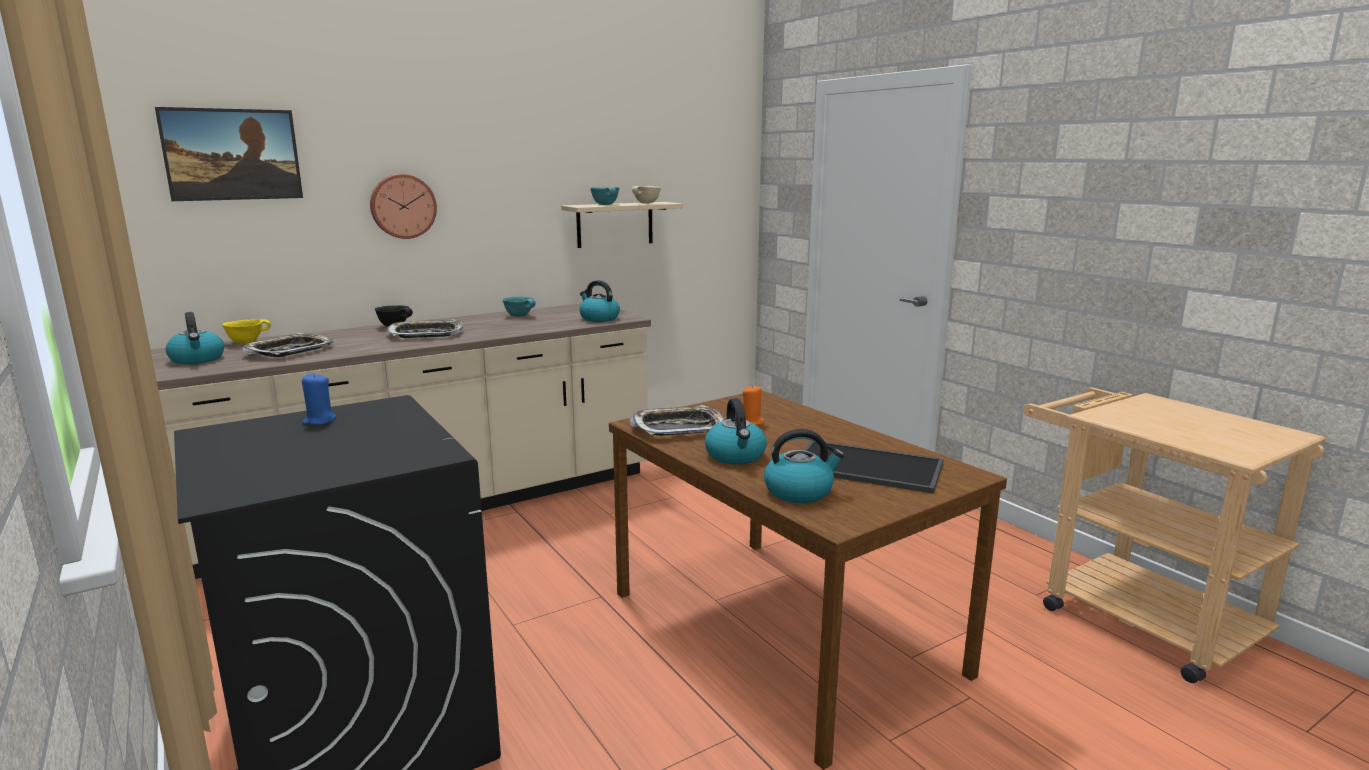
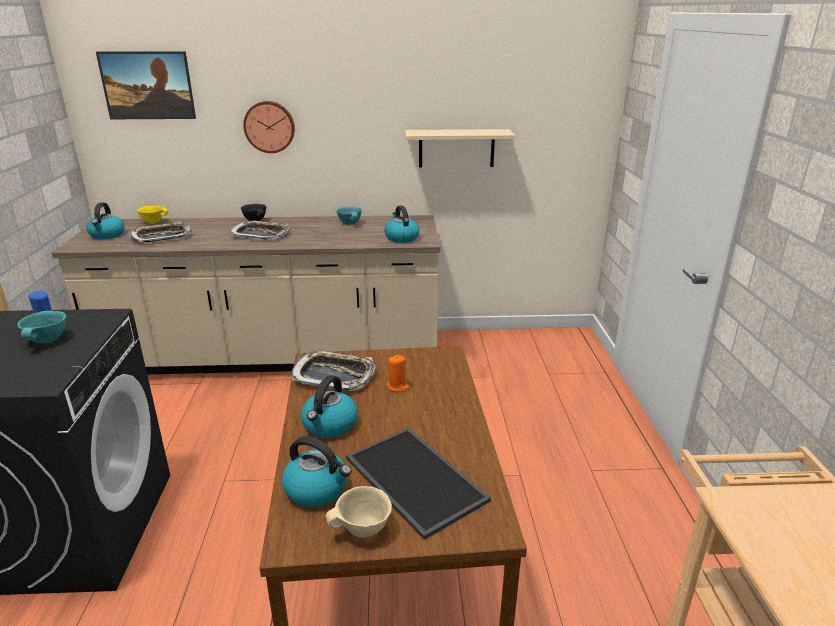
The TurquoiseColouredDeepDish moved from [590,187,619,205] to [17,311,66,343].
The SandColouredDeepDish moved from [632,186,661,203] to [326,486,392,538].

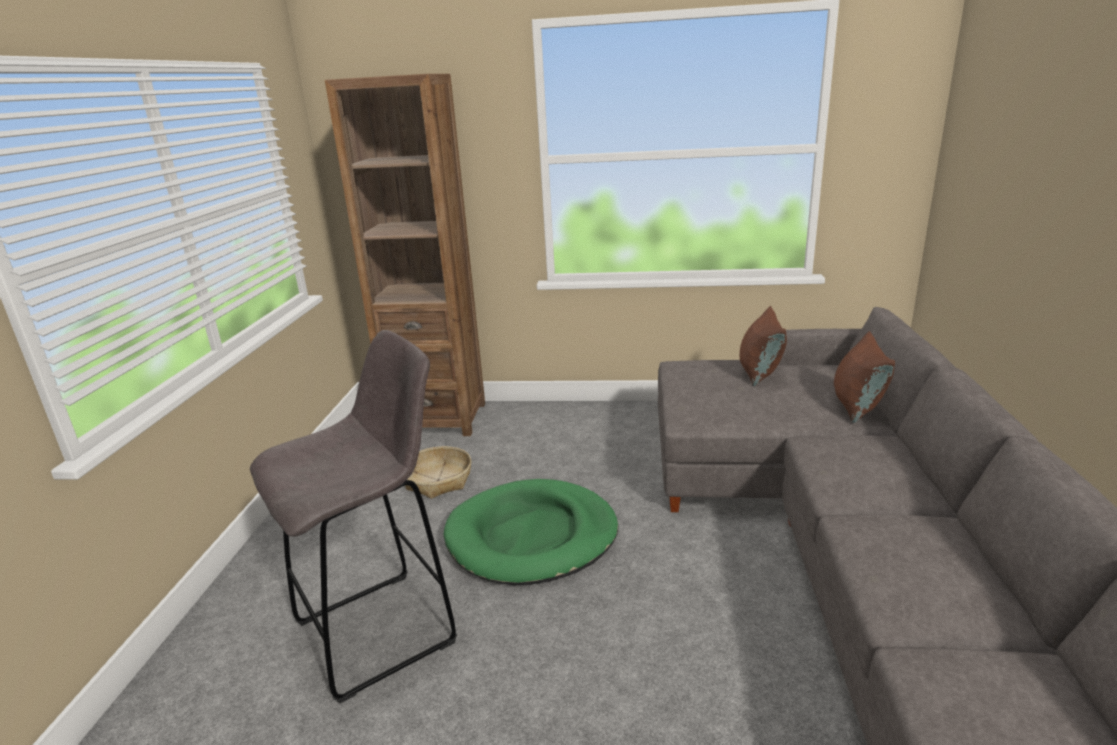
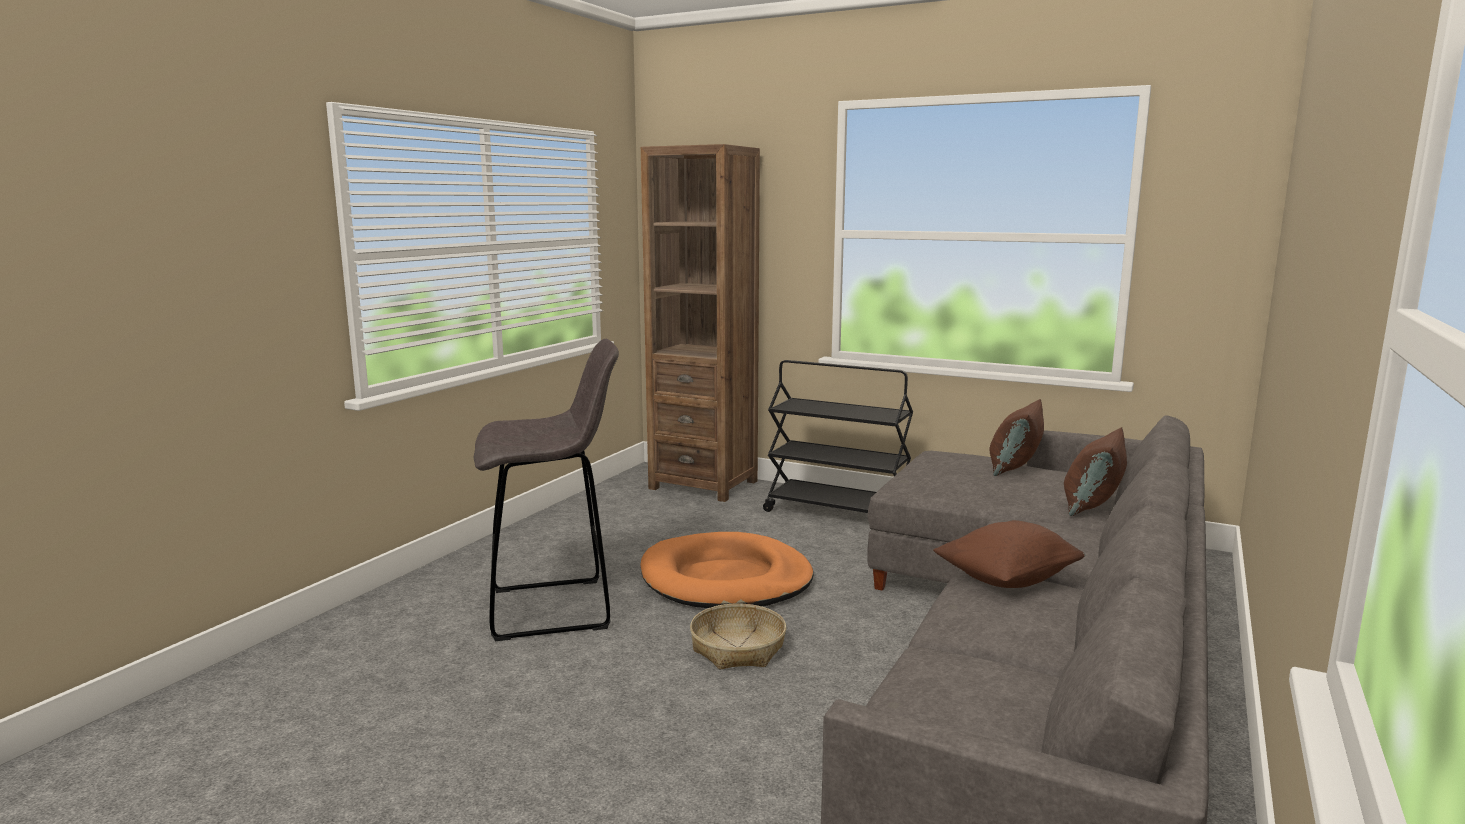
The GreenishDogBed at [443,479,618,585] became the OrangeDogBed at [640,532,814,608].
The Basket moved from [405,446,472,499] to [690,604,787,670].
The BlackCart at [763,360,913,513] appeared.
The BrownishCushion at [933,520,1085,588] appeared.

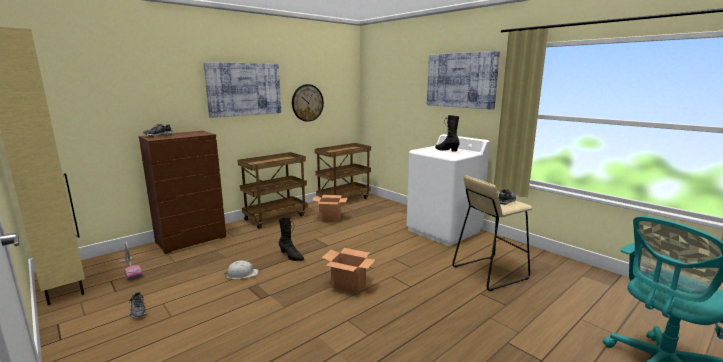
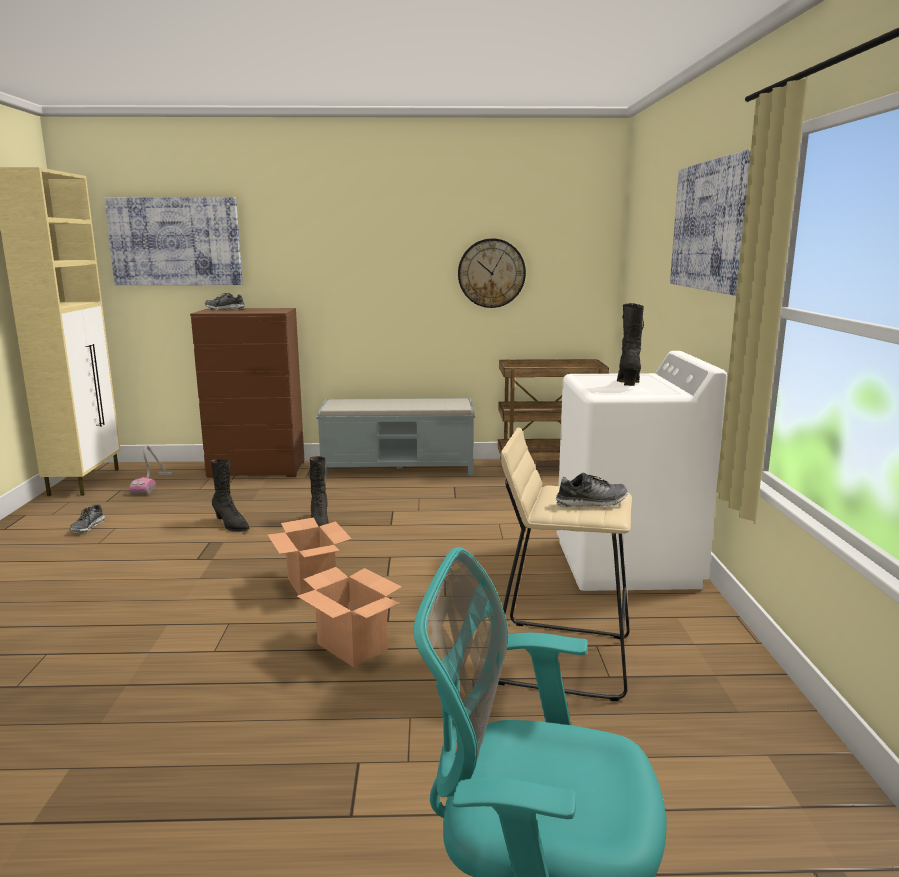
The WallArt moved from [203,62,281,118] to [104,197,243,285].
The WhiteColouredSafetyHelmet at [224,261,258,279] was replaced by the BlackTallBoot at [210,459,249,532].
The CardboardBox moved from [312,195,348,221] to [297,567,402,667].
The BrownishCart at [238,152,308,229] was replaced by the GreyishBench at [316,398,475,477].

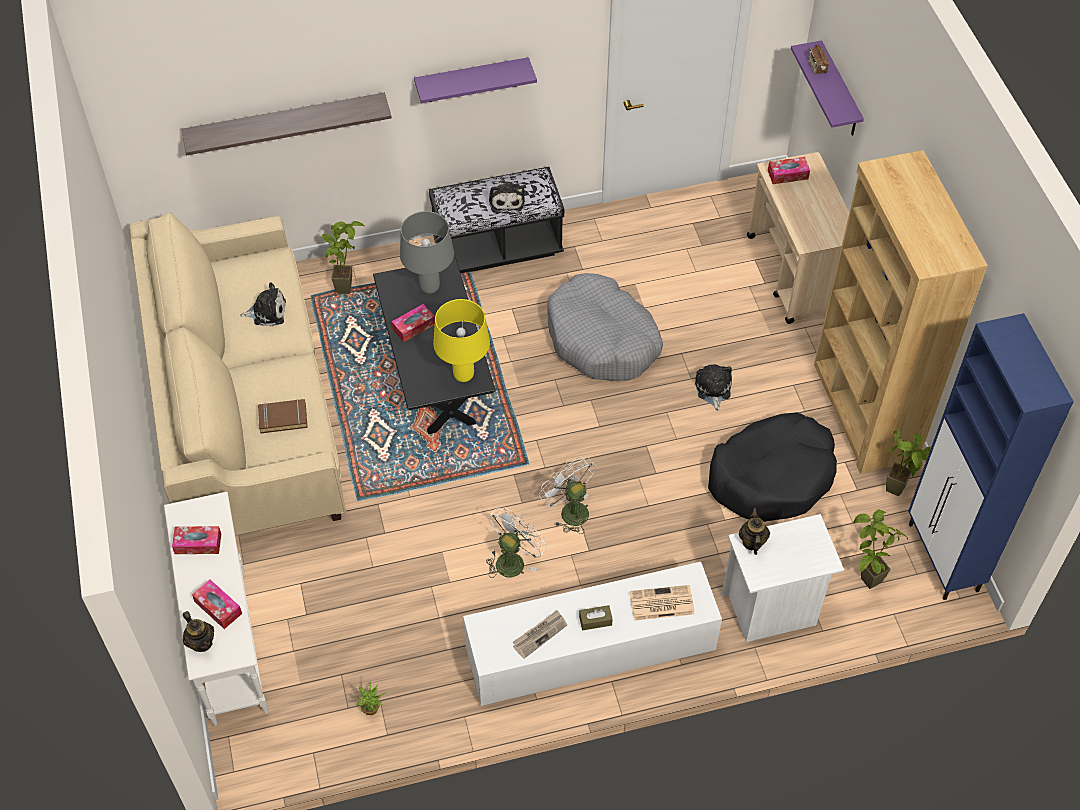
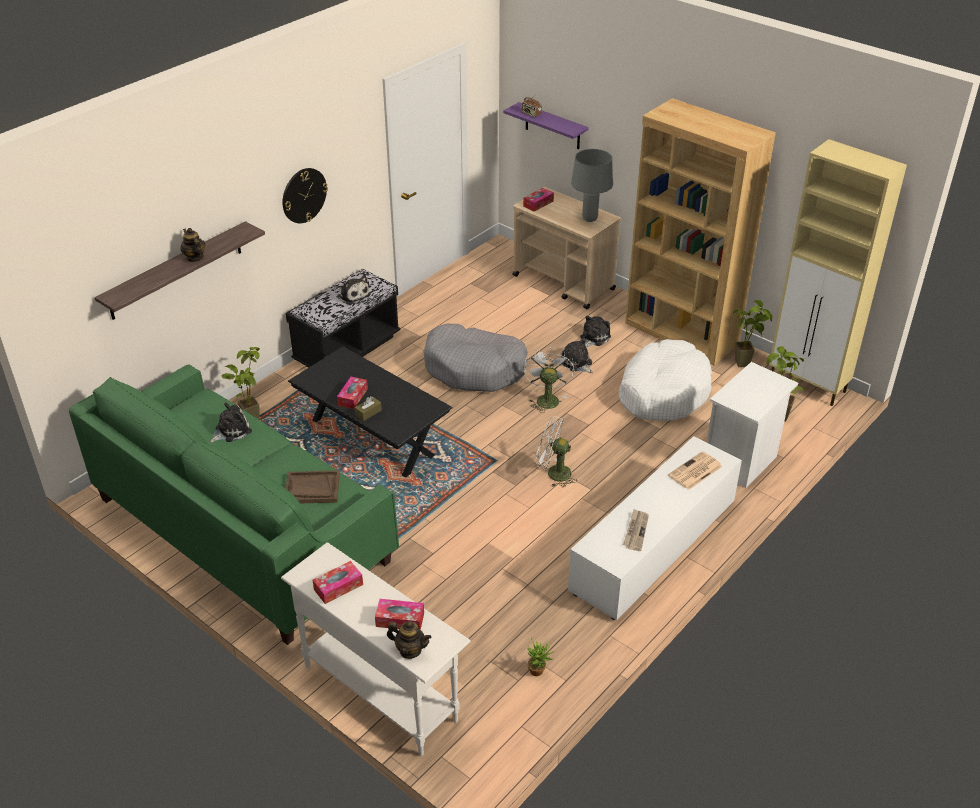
The SandColouredSofa at [129,212,346,535] became the GreenishSofa at [69,364,399,645].
The TeaPot moved from [739,508,770,555] to [180,228,205,262].
The PurpleWallShelf at [414,57,537,103] was replaced by the HangingClock at [283,168,328,223].
The BrownishBoundBook at [258,399,308,433] was replaced by the BrownishServingTray at [286,471,340,503].
The BrownishTissueBox moved from [579,605,613,630] to [355,396,382,421].
The WhiteColouredFan moved from [486,508,547,578] to [524,347,574,413].
The GreyishTabletopLamp moved from [400,211,454,294] to [571,149,613,222].
The SoftToy at [580,316,611,348] appeared.
The BlackDogBed at [708,412,837,522] became the WhiteColouredDogBed at [619,339,712,421].
The BluishStorageCabinet at [908,313,1074,600] became the SandColouredStorageCabinet at [769,139,907,406].
The YellowTabletopLamp at [433,299,490,382] disappeared.

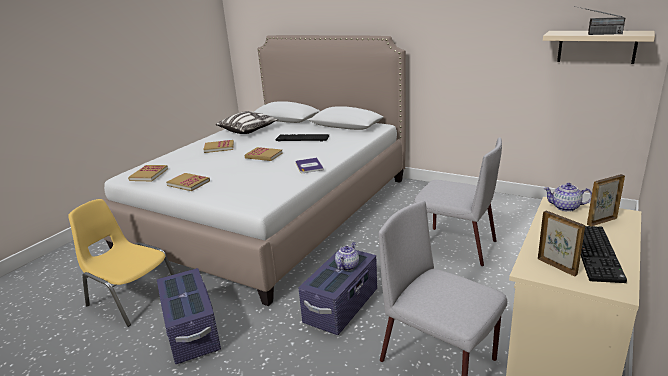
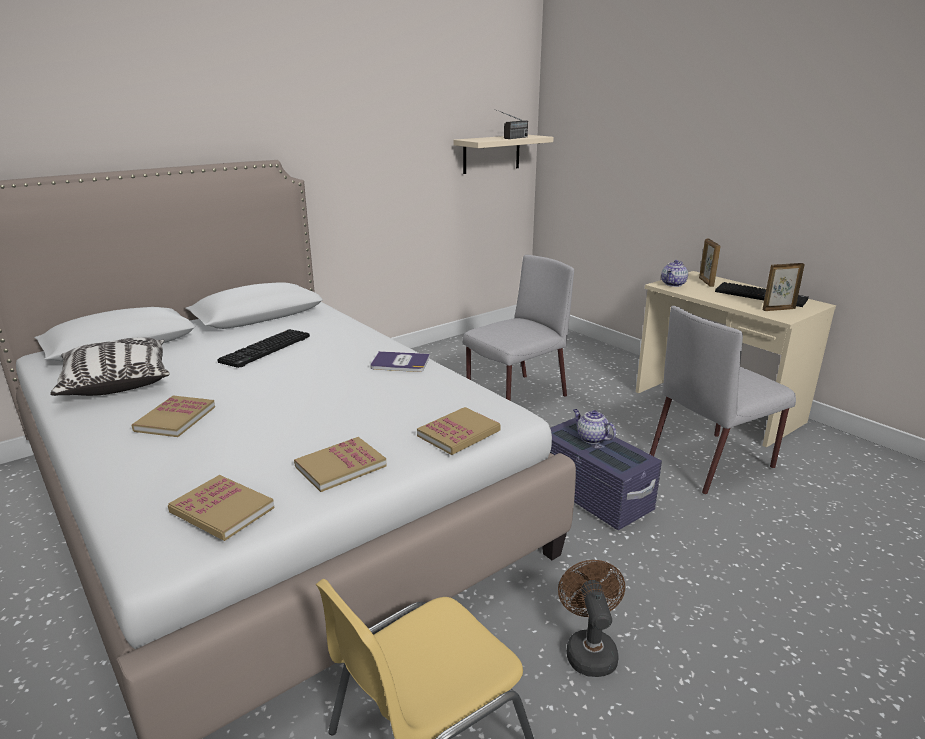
The BoundBook moved from [245,147,283,161] to [417,407,501,455].
The PurpleStorageContainer at [157,268,221,364] was replaced by the BrownishFan at [558,560,625,677].

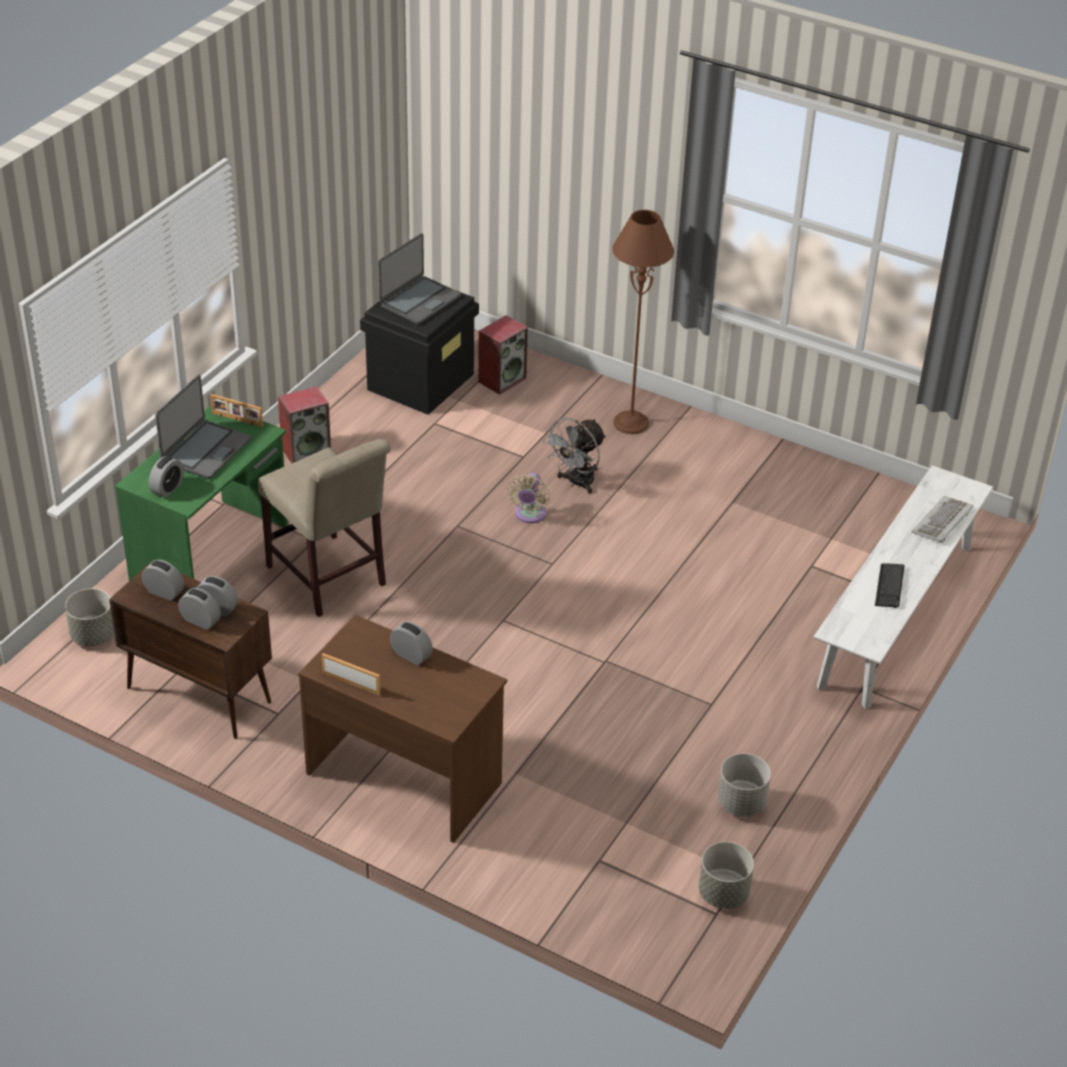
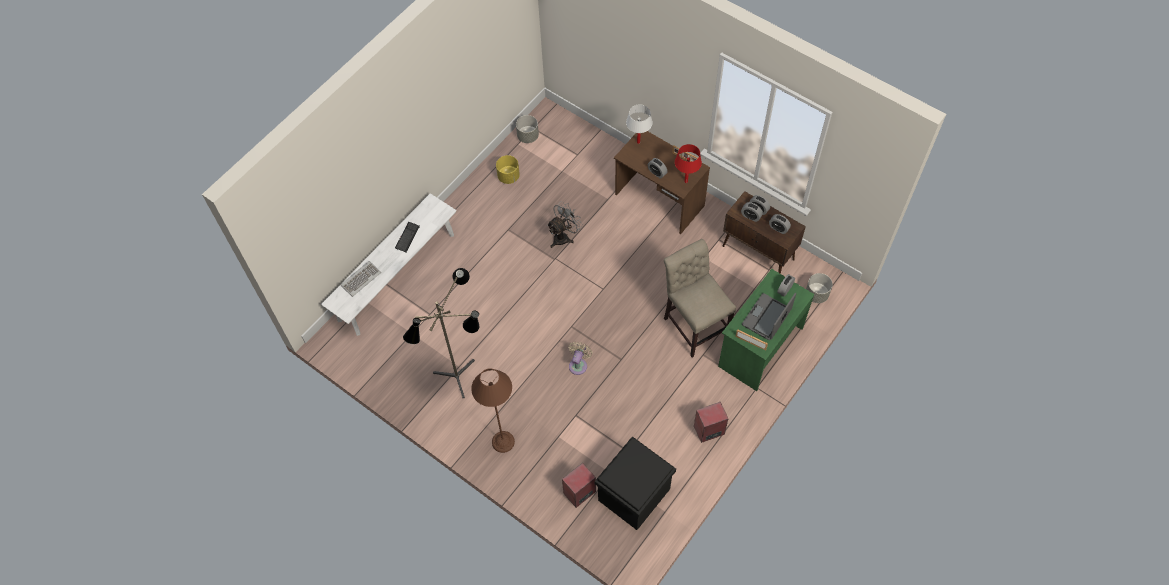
The StandardLamp at [403,268,479,398] appeared.
The GreyishPlanter at [718,753,771,817] became the YellowPlanter at [496,155,520,184].
The GreyishFan moved from [542,418,606,494] to [547,201,583,248].
The WhiteColouredTabletopLamp at [626,104,653,144] appeared.
The RedColouredTabletopLamp at [675,144,702,183] appeared.
The Laptop at [378,233,461,325] disappeared.

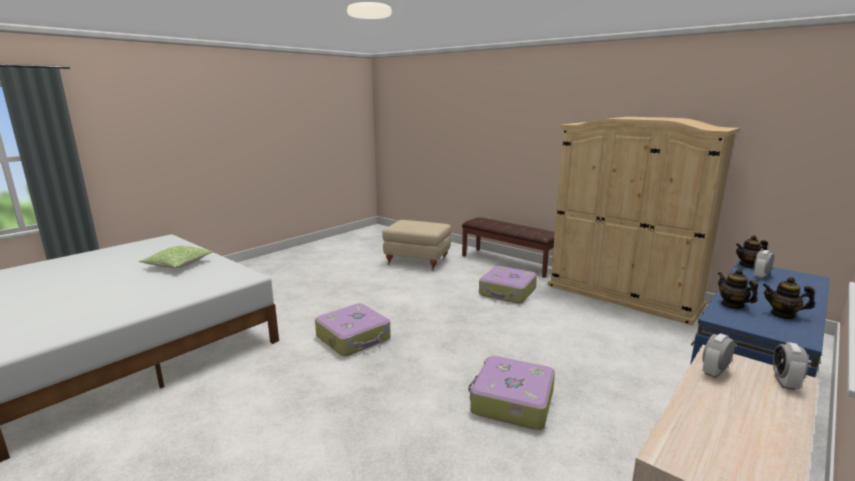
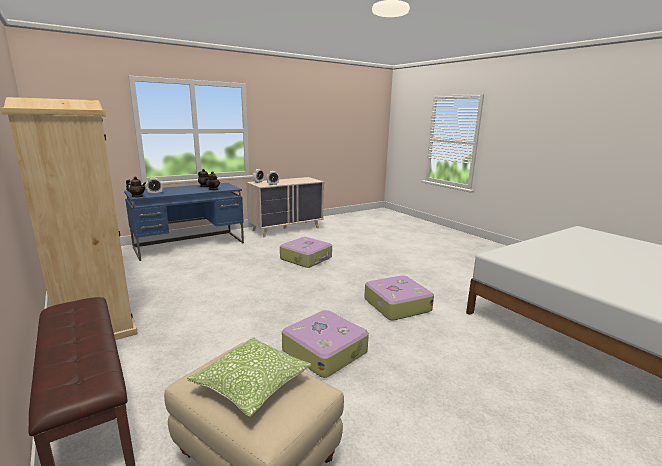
The Cushion moved from [139,246,213,268] to [187,337,311,417].
The PieceOfLuggage moved from [479,266,537,304] to [282,310,369,378].

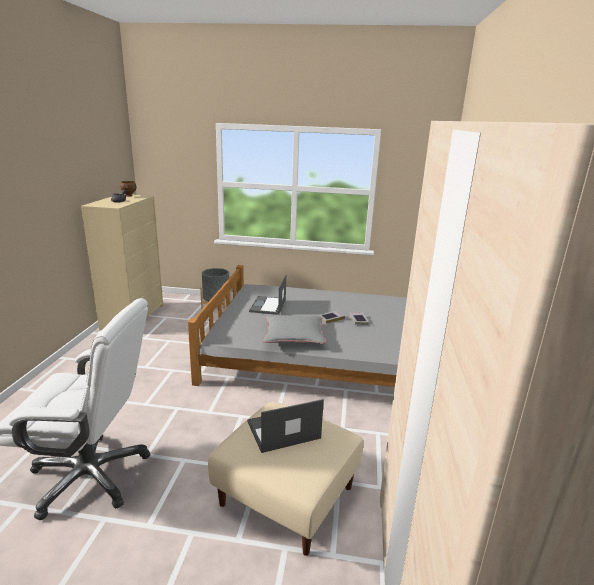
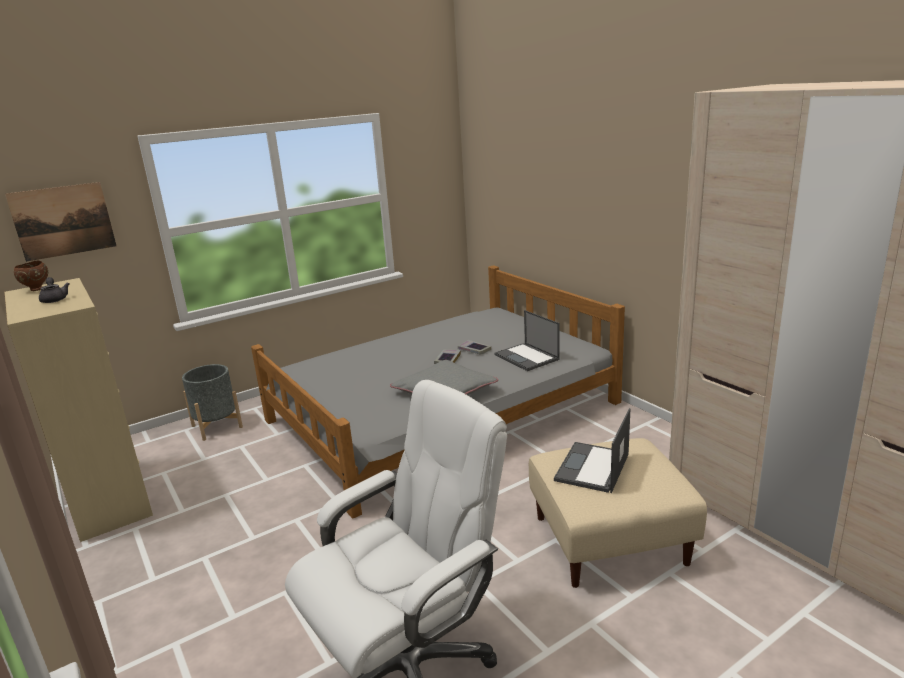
The WallArt at [5,182,116,262] appeared.
The Laptop moved from [249,275,286,315] to [495,310,560,371].

